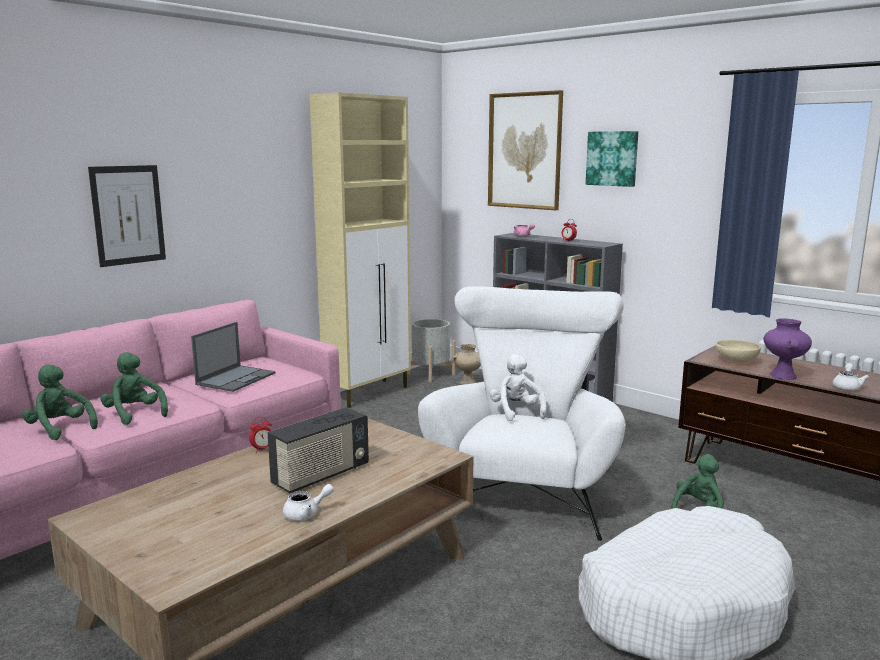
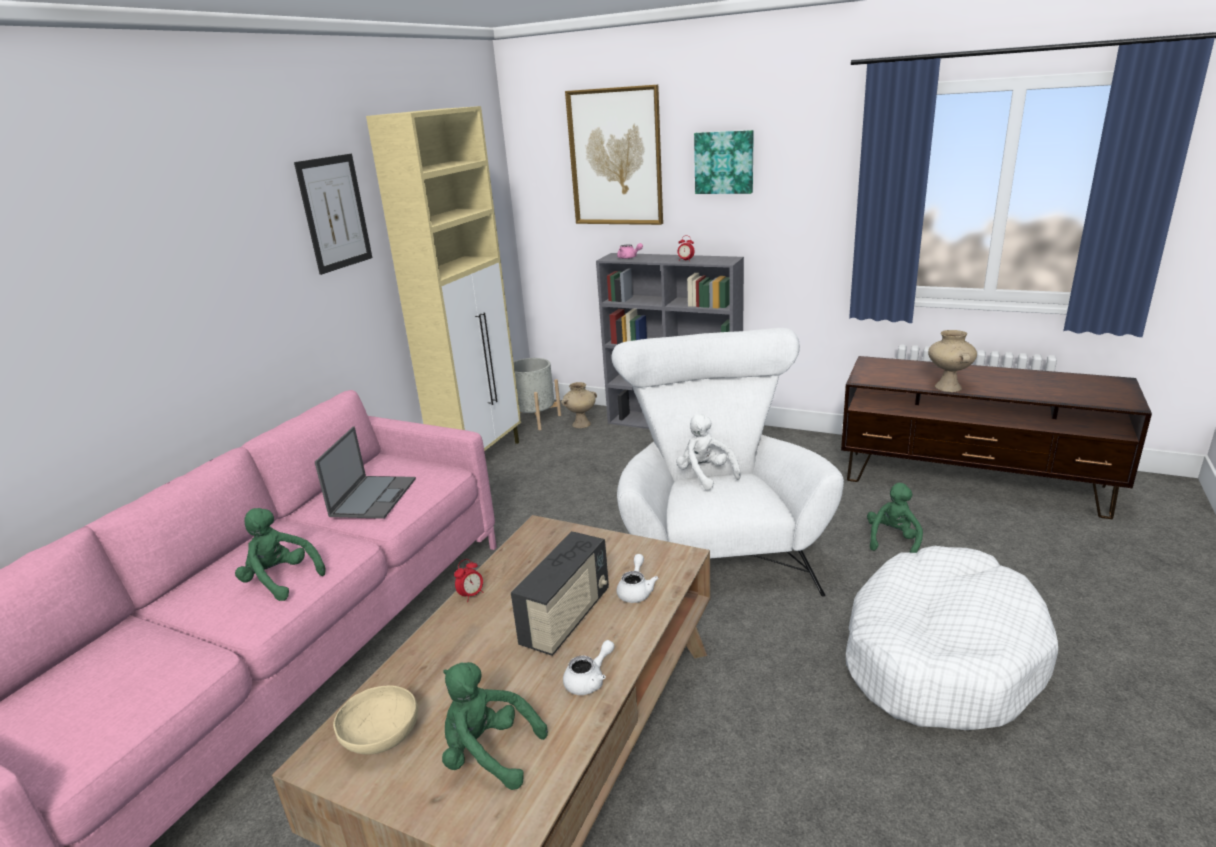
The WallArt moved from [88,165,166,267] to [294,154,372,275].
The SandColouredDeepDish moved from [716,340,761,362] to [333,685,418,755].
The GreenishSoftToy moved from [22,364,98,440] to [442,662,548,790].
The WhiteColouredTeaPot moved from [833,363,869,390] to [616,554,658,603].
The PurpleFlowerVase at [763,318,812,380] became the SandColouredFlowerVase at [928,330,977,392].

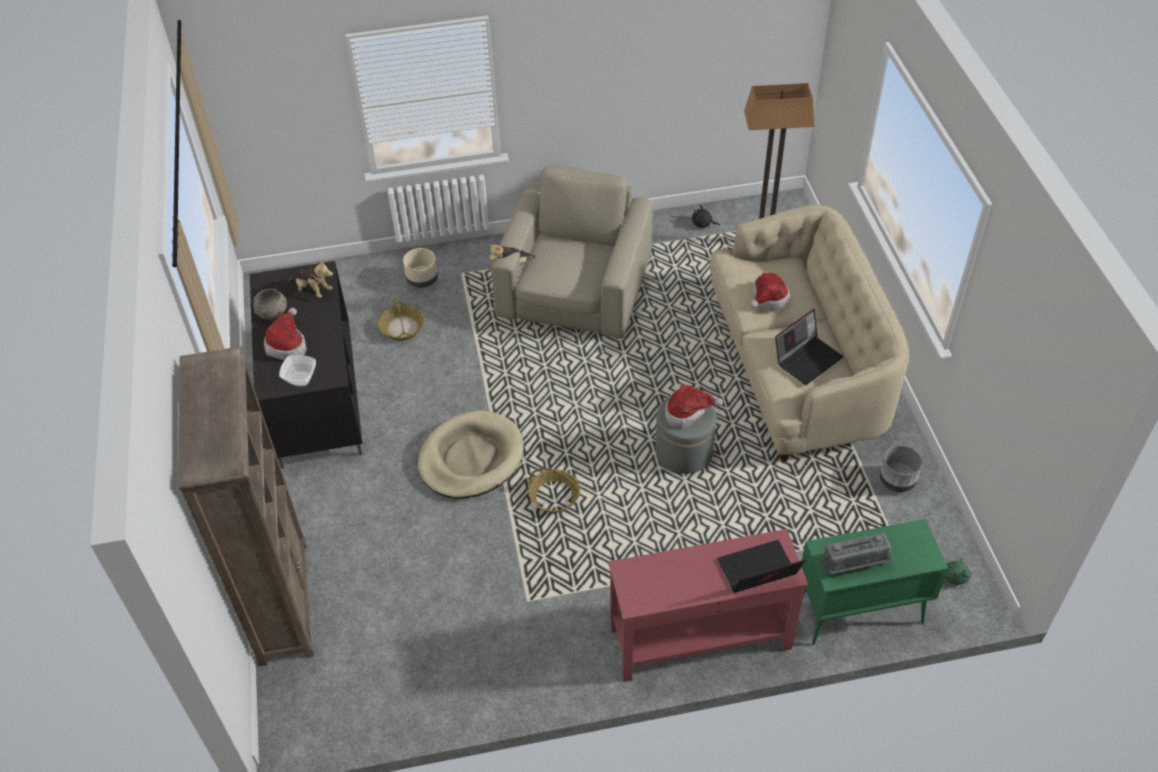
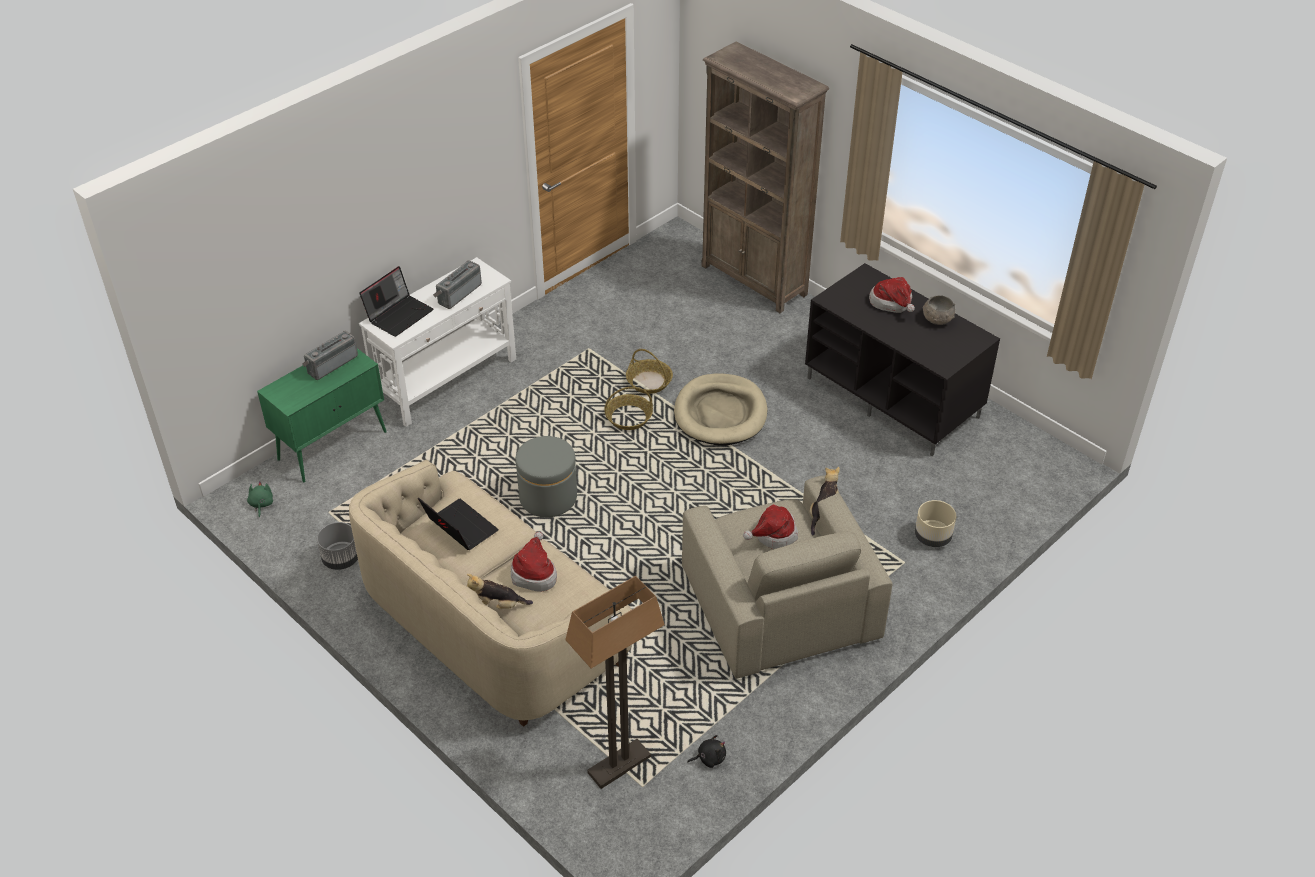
The RedColouredConsoleTable at [608,529,808,682] became the WhiteColouredConsoleTable at [359,257,516,427].
The Laptop at [775,309,844,385] turned 120 degrees clockwise.
The RadioReceiver at [433,260,482,309] appeared.
The SoftToy moved from [288,260,333,298] to [466,574,533,609].
The Basket moved from [378,294,424,341] to [626,349,673,394].
The WearableHat moved from [665,385,723,428] to [743,504,798,549].
The DeepDish at [279,355,316,387] disappeared.

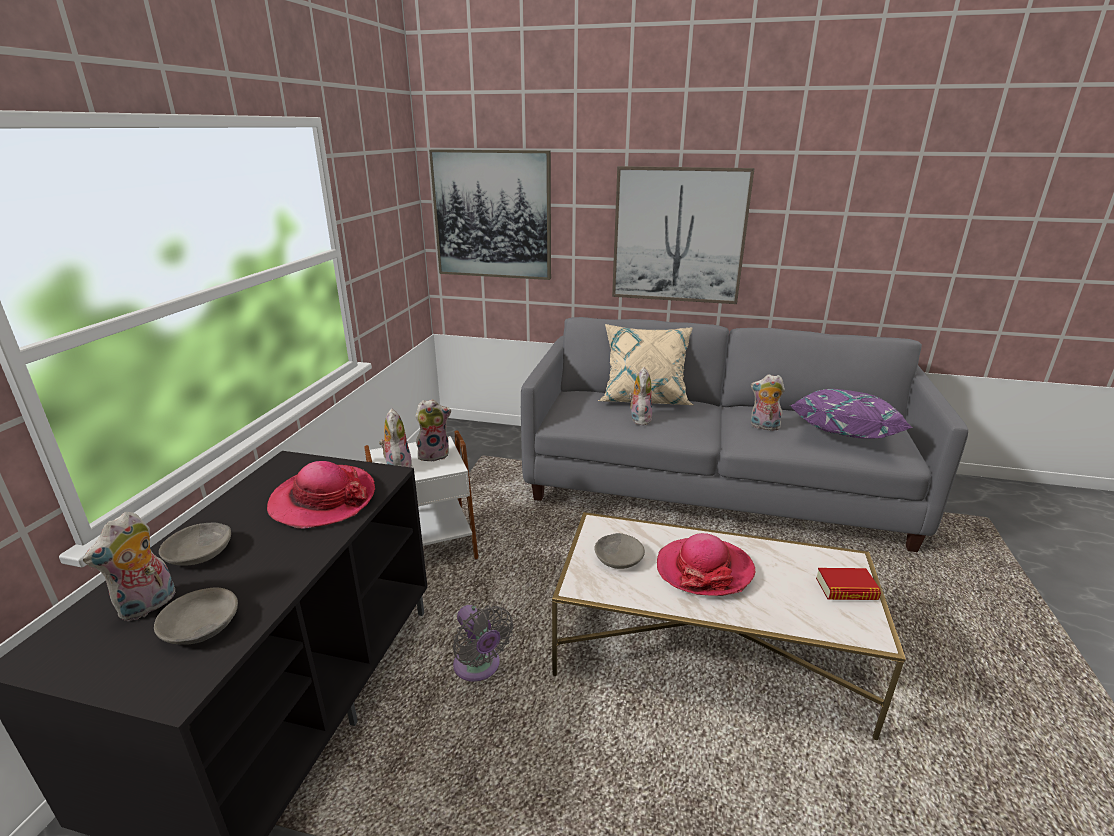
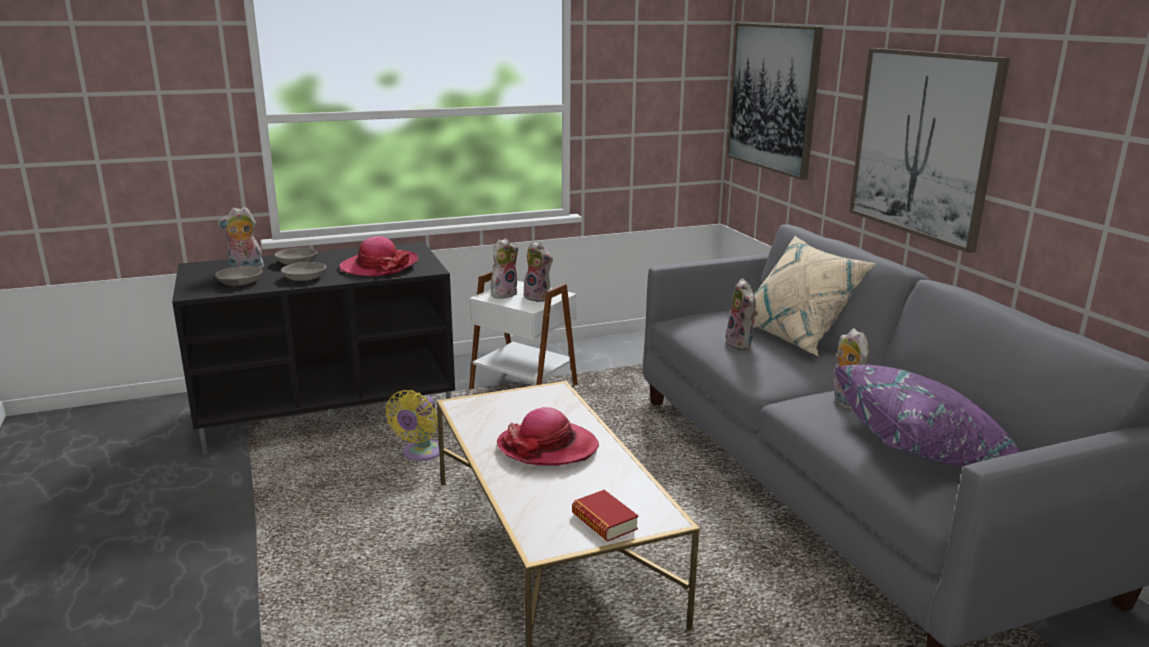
The GreyishDeepDish moved from [594,533,645,569] to [281,262,326,281].
The GreyishFan at [453,605,514,682] became the YellowFan at [385,390,440,461].
The SoftToy at [628,367,652,426] turned 105 degrees clockwise.

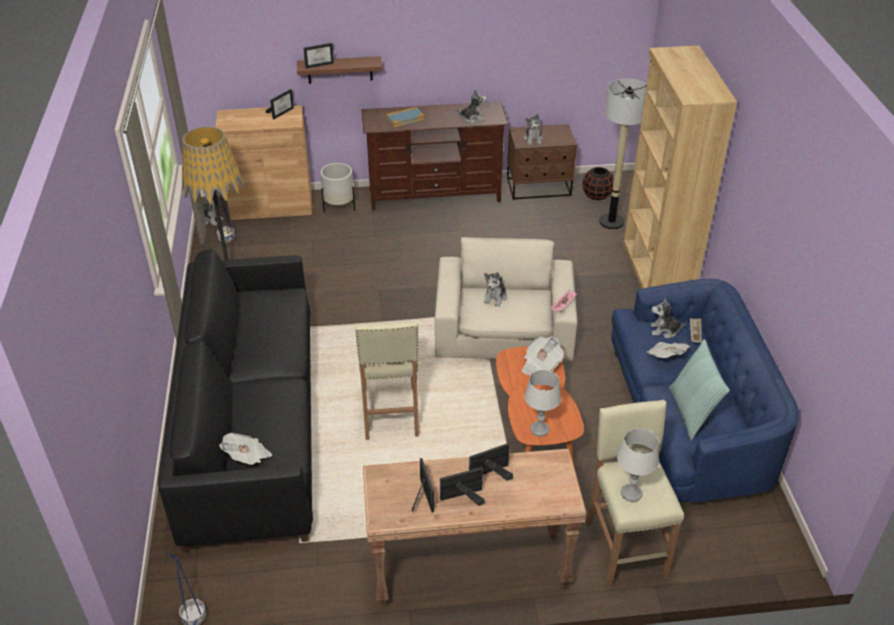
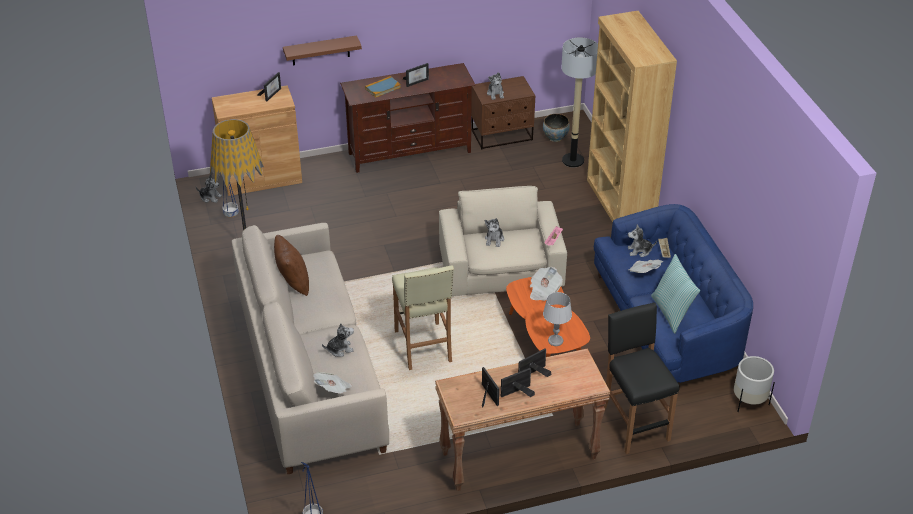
The BlackSofa at [158,249,313,553] became the SandColouredSofa at [232,223,389,474].
The BrownishCushion at [274,235,309,296] appeared.
The SoftToy moved from [456,89,487,123] to [322,323,354,357].
The StandingFrame moved from [304,43,334,69] to [403,63,429,87].
The BlackFlowerVase at [583,167,614,200] was replaced by the DeepDish at [543,114,570,142].
The SandColouredStool at [585,400,684,588] became the BlackStool at [604,303,680,454].
The WhiteColouredPlanter moved from [320,163,355,213] to [734,356,775,412].
The GreyishTabletopLamp at [617,428,659,502] disappeared.

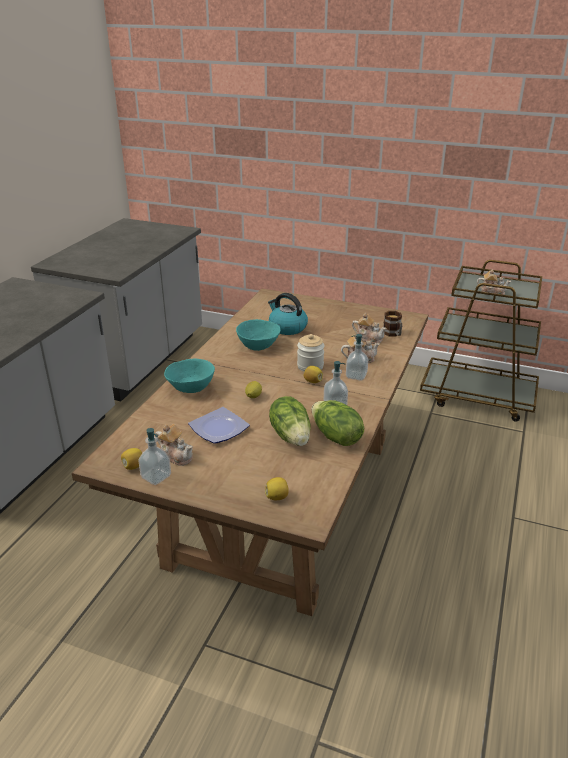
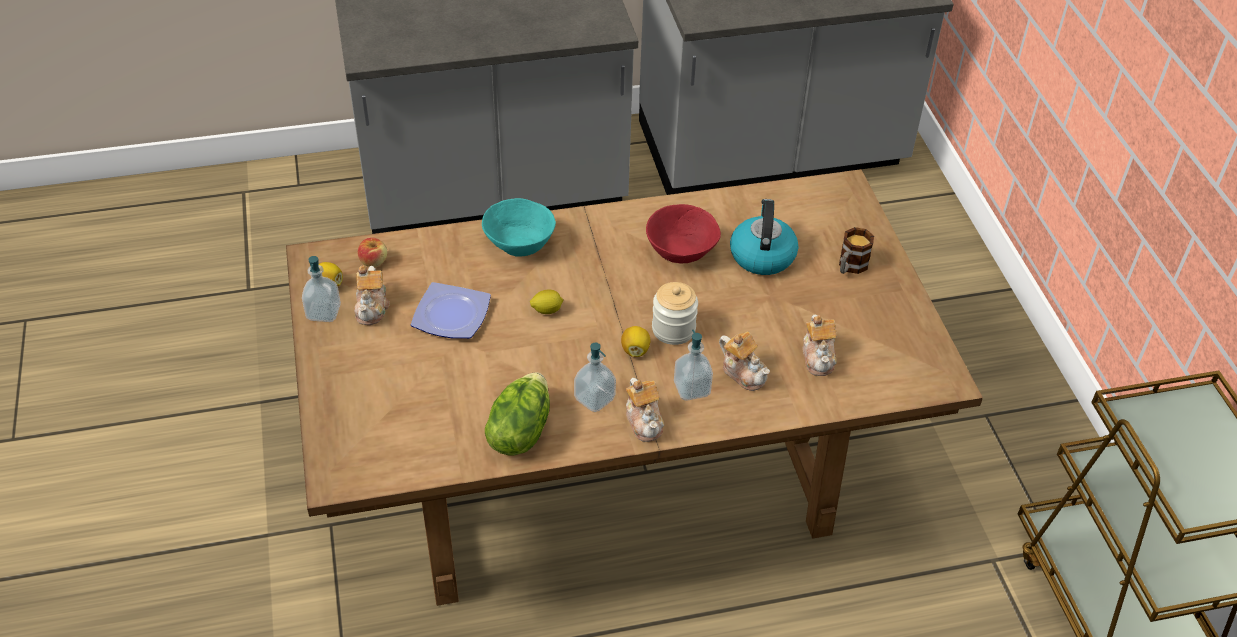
The Apple at [358,238,387,267] appeared.
The TeaPot moved from [477,269,511,295] to [626,378,664,442].
The TurquoiseColouredDeepDish at [236,319,280,351] became the RedColouredDeepDish at [646,204,721,264].
The CoffeeMug moved from [384,311,402,336] to [839,227,874,274].
The CitrusFruit at [265,477,289,500] disappeared.
The LettuceHead at [269,396,311,446] disappeared.

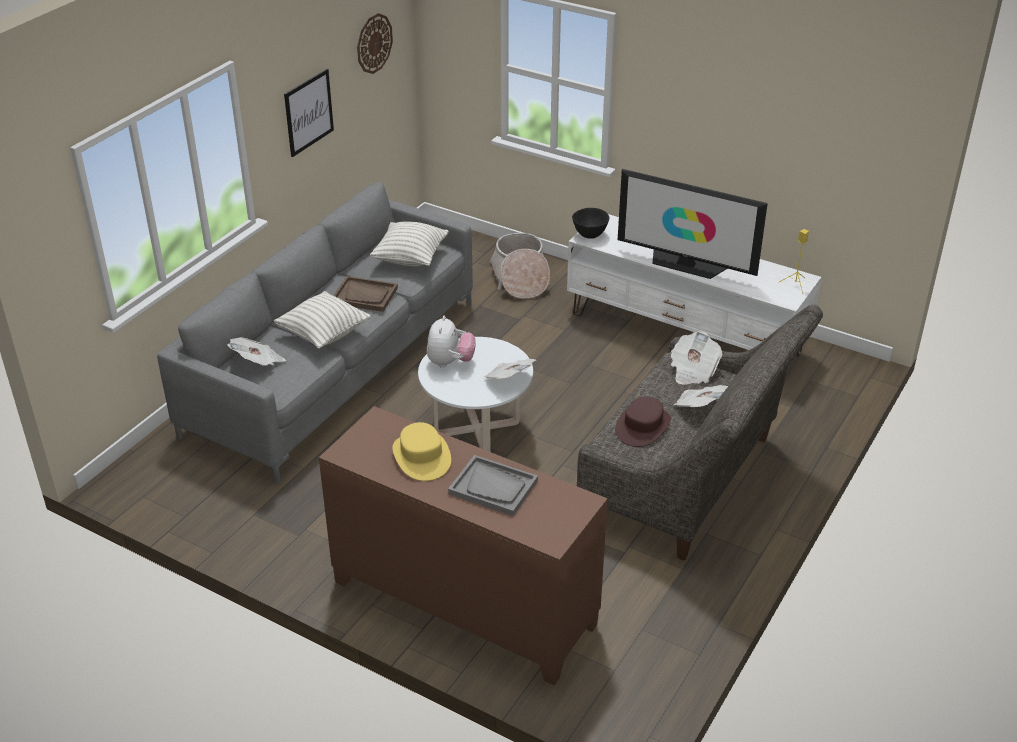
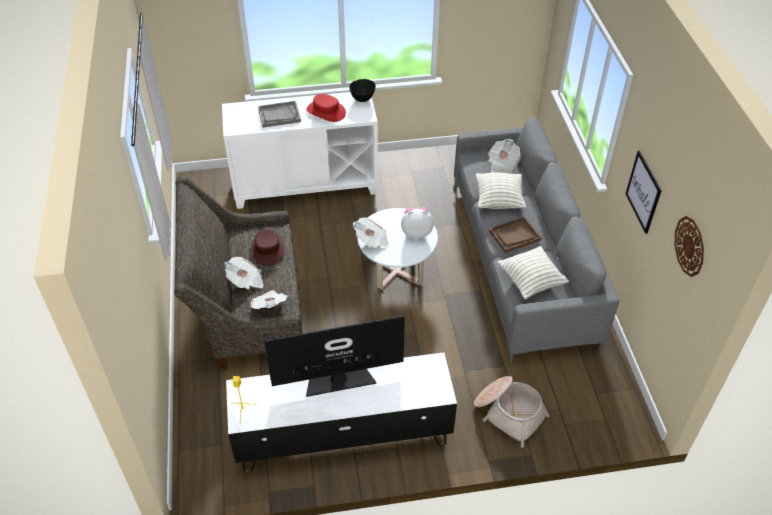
The BrownishStorageCabinet at [319,406,608,685] became the WhiteColouredStorageCabinet at [222,92,378,209].
The YellowWearableHat at [393,422,451,481] became the RedColouredWearableHat at [306,94,346,122].
The BlackDeepDish moved from [572,208,609,239] to [349,79,376,102].
The SoftToy at [427,316,476,368] turned 120 degrees clockwise.

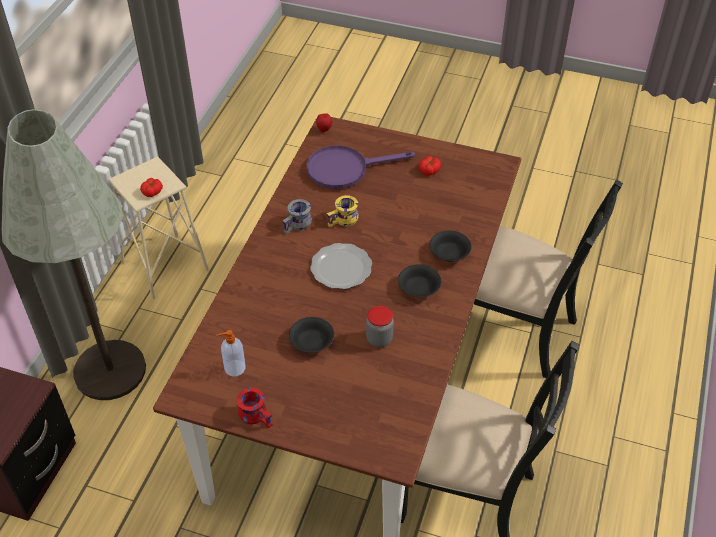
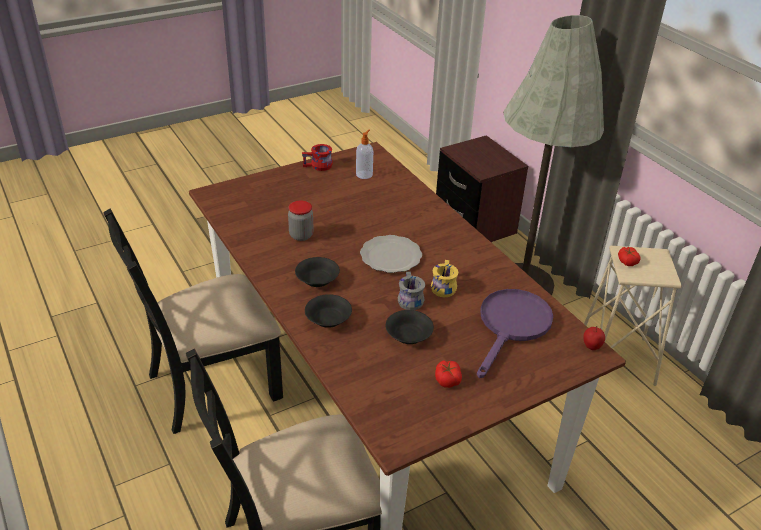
The BlackDeepDish moved from [289,317,334,353] to [386,310,434,344].
The GreyishCoffeeMug moved from [283,199,312,234] to [398,272,425,310].

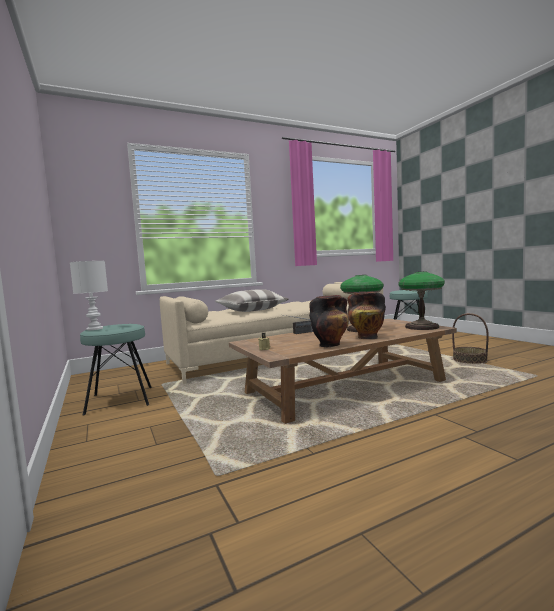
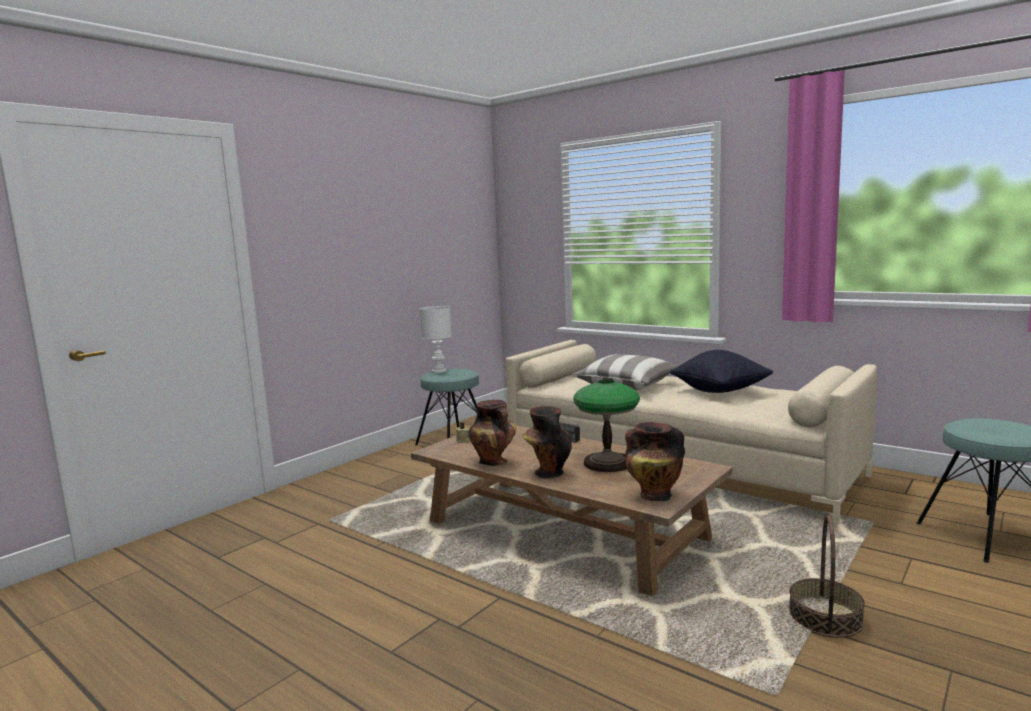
The TabletopLamp at [398,272,445,330] was replaced by the FlowerVase at [625,422,685,501].
The BlackCushion at [670,350,773,393] appeared.

